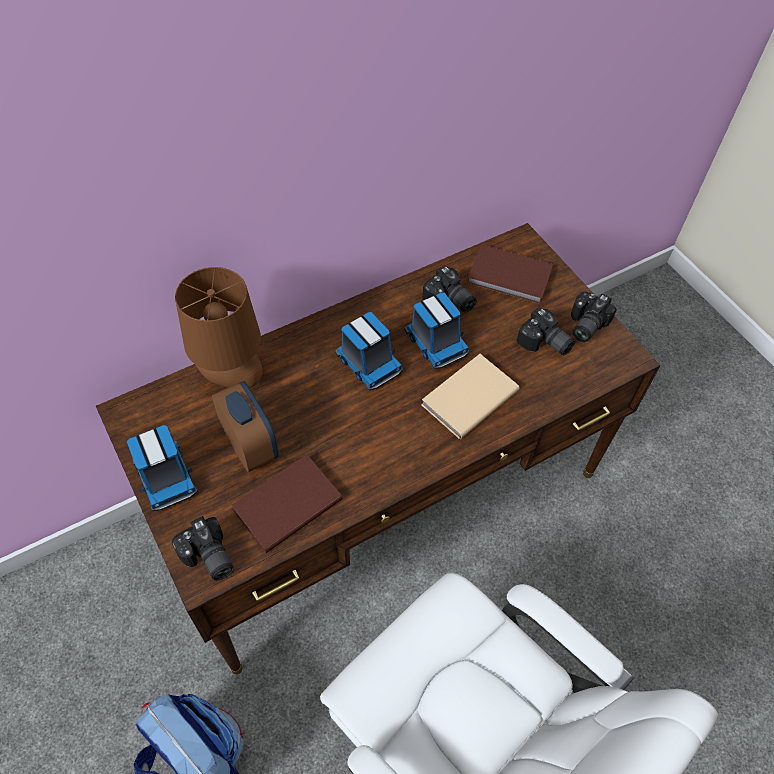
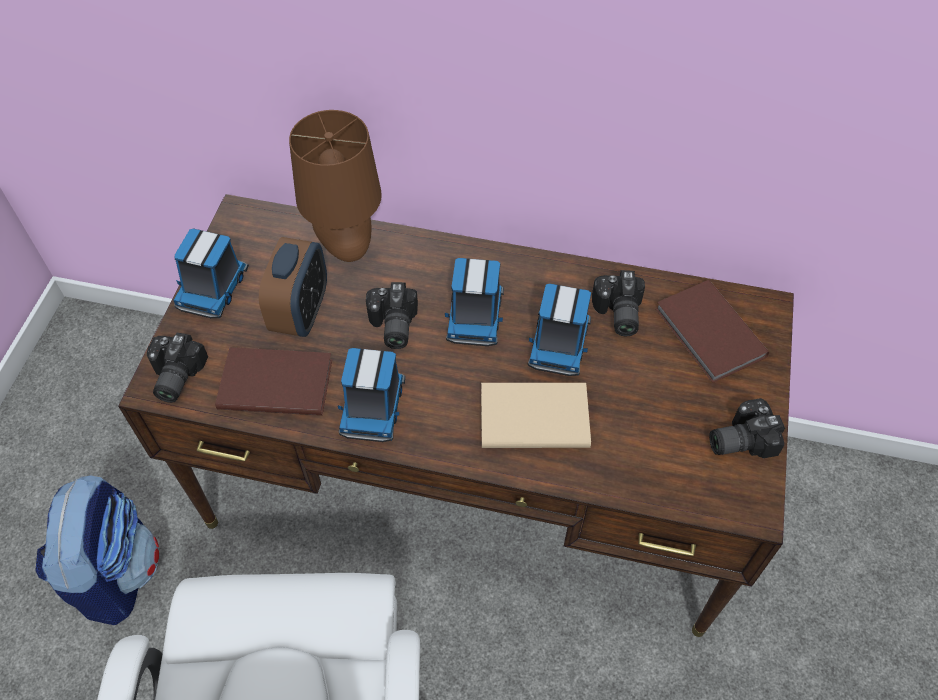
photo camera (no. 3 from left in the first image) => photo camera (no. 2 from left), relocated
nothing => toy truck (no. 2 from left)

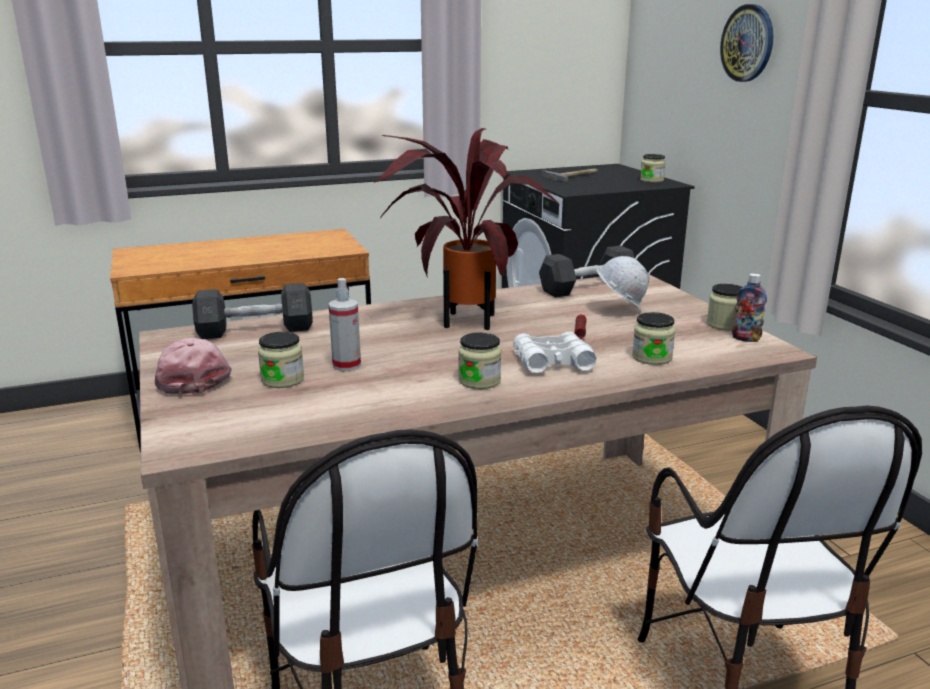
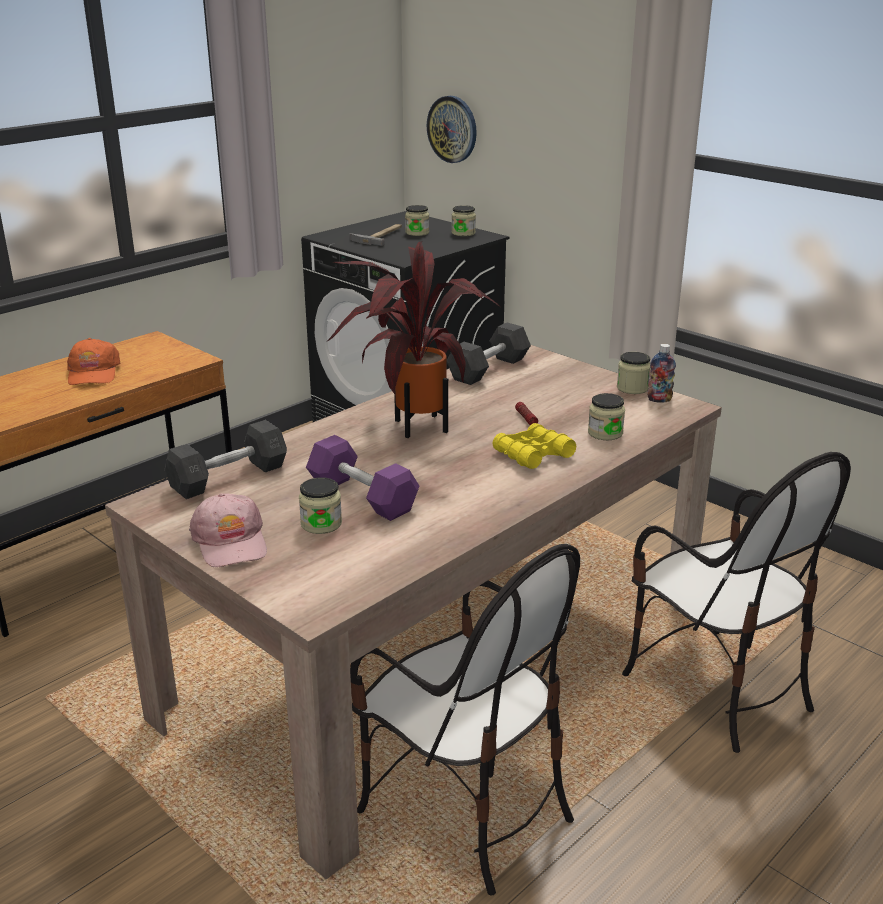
pink cap, 150 degrees counterclockwise
spray bottle => purple dumbbell
jar (no. 2 from left), relocated
white binoculars => yellow binoculars
white hard hat => nothing
wall clock, relocated
nothing => orange cap

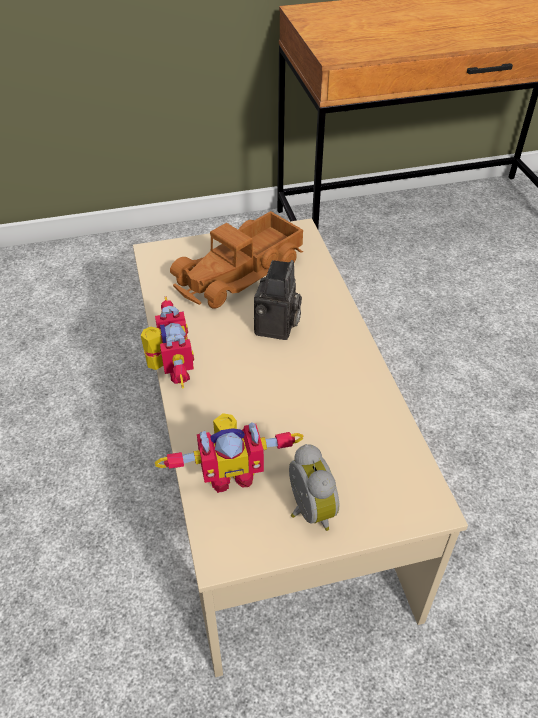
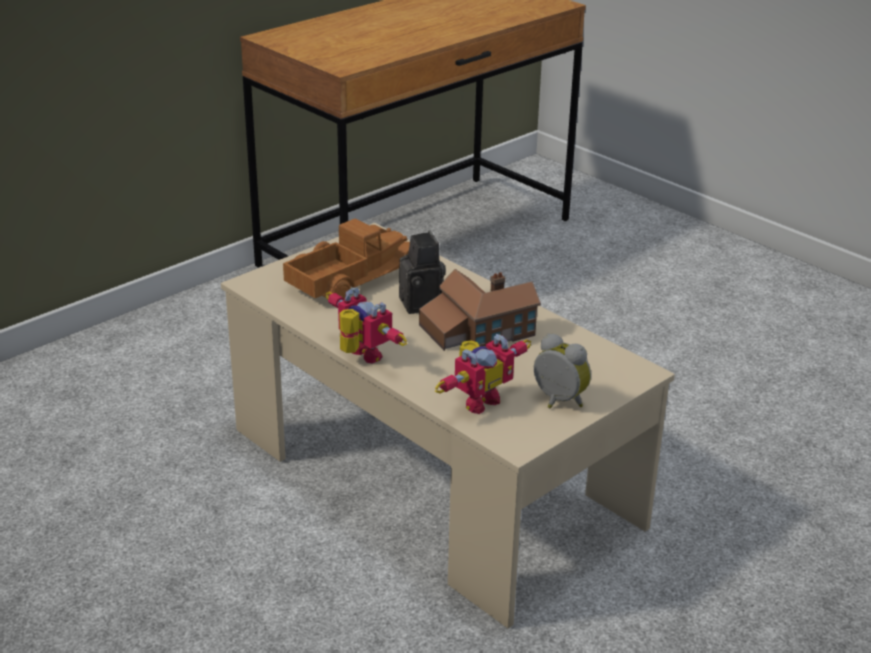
toy truck, 150 degrees counterclockwise
nothing => toy house

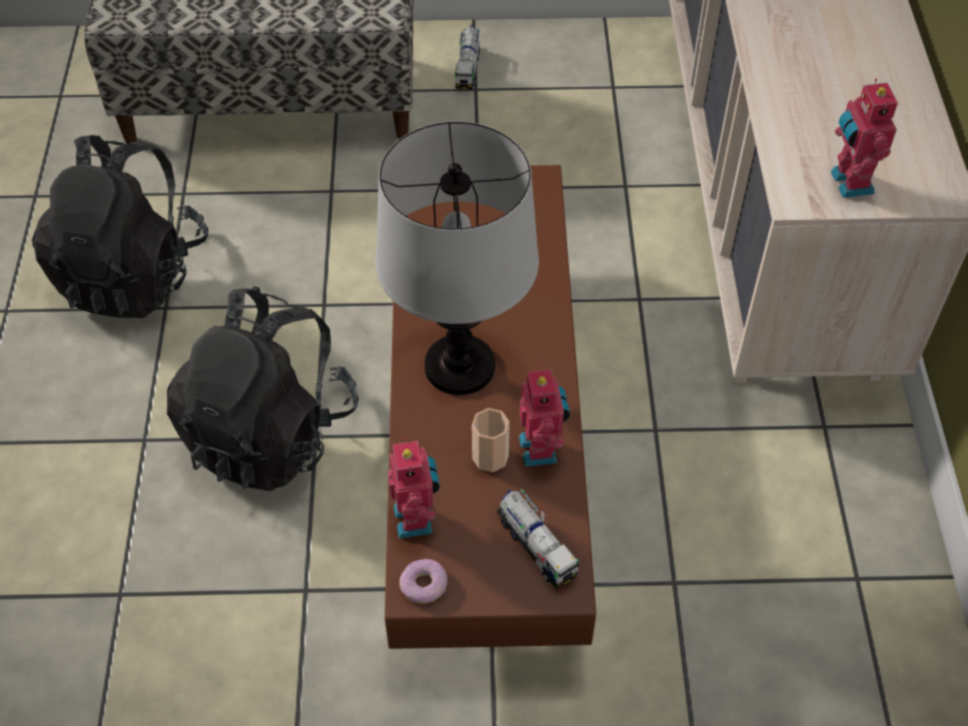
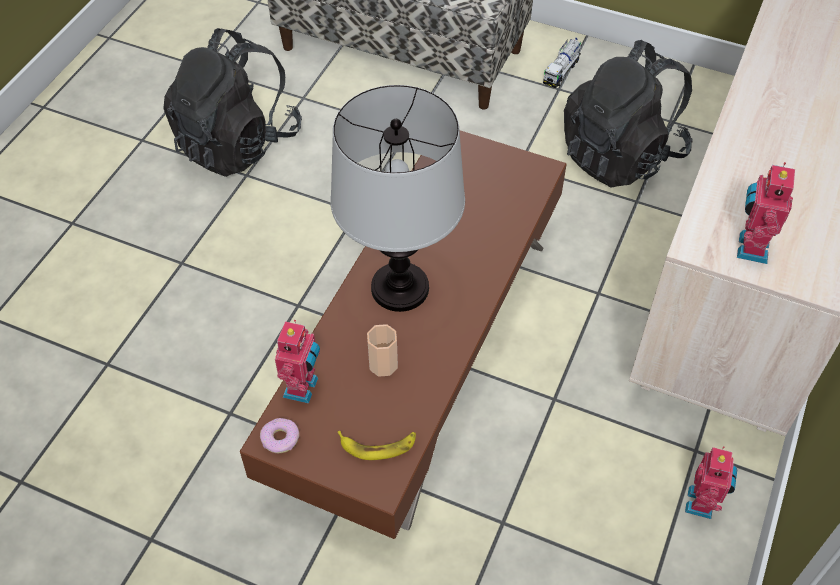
black backpack (no. 2 from left), relocated
toy truck (no. 2 from left) => banana
toy robot (no. 2 from left), relocated

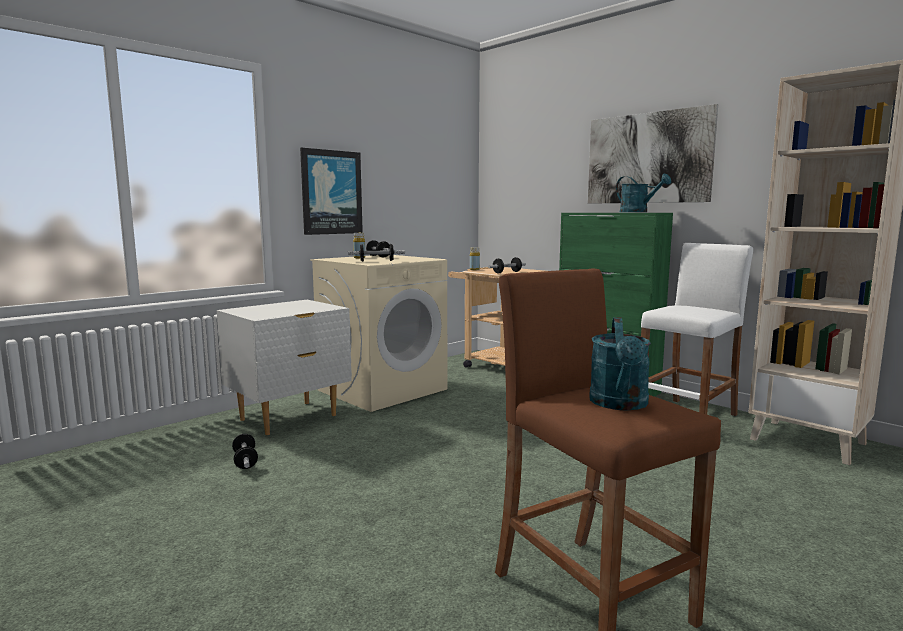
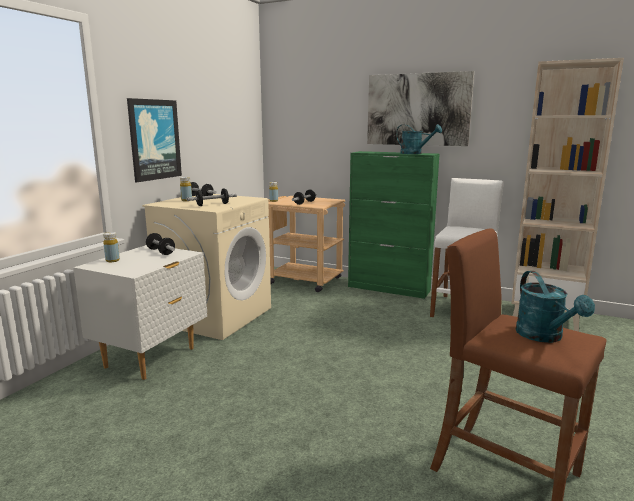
dumbbell (no. 1 from left), relocated
nothing => yellow bottle (no. 1 from left)

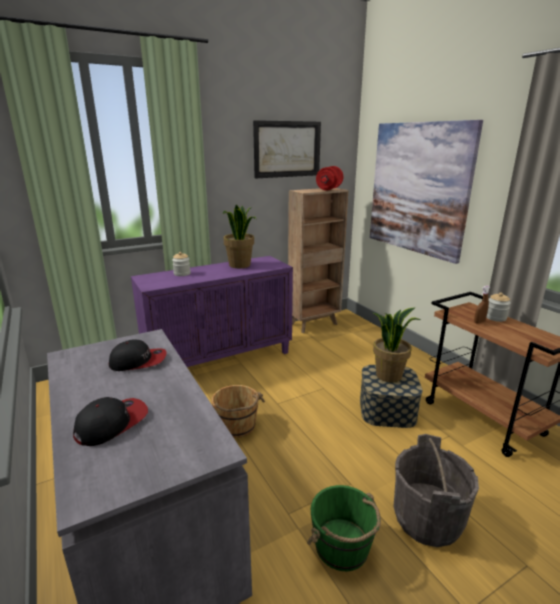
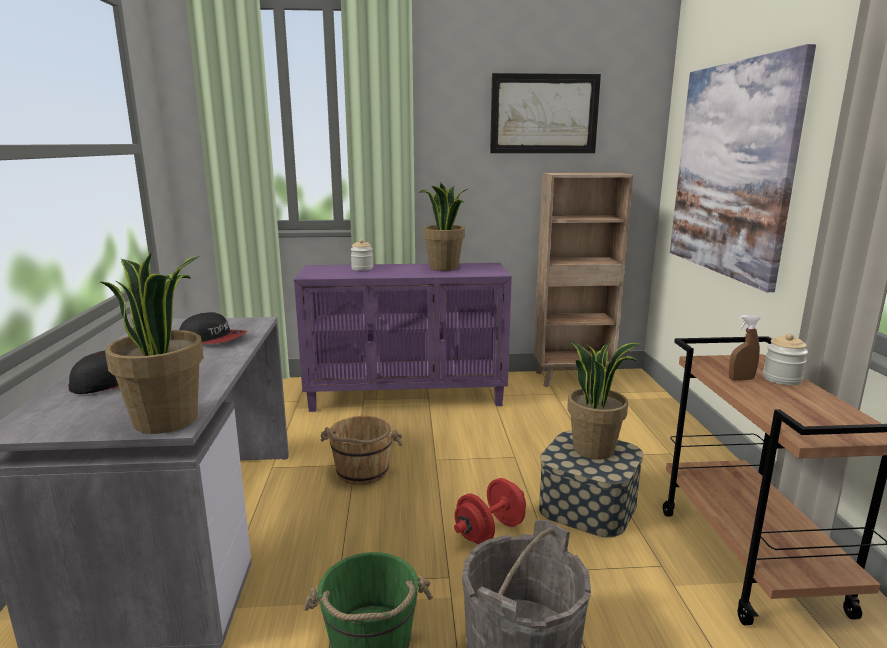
red dumbbell, relocated
nothing => potted plant (no. 1 from left)

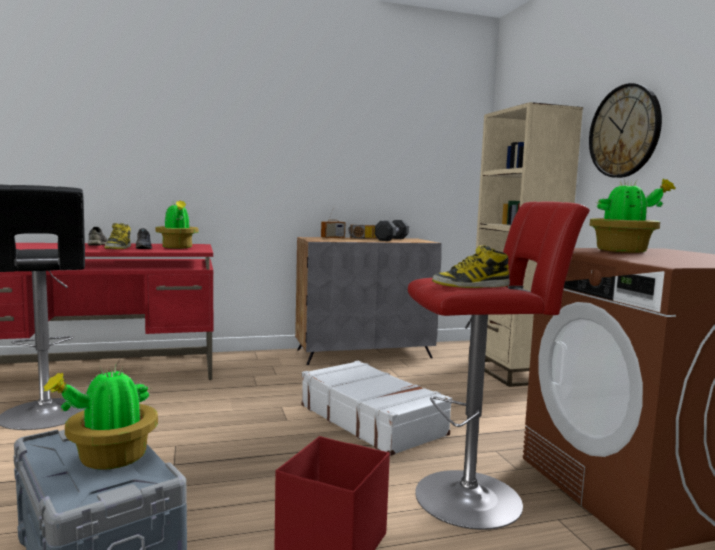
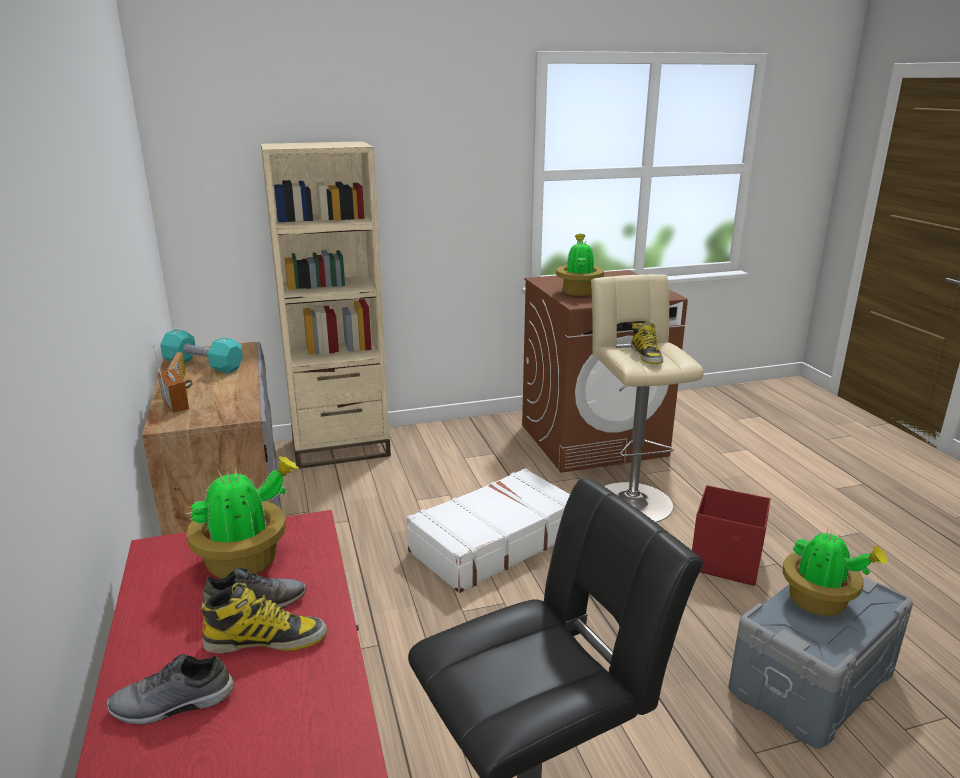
black dumbbell => turquoise dumbbell
red stool => beige stool
wall clock => nothing

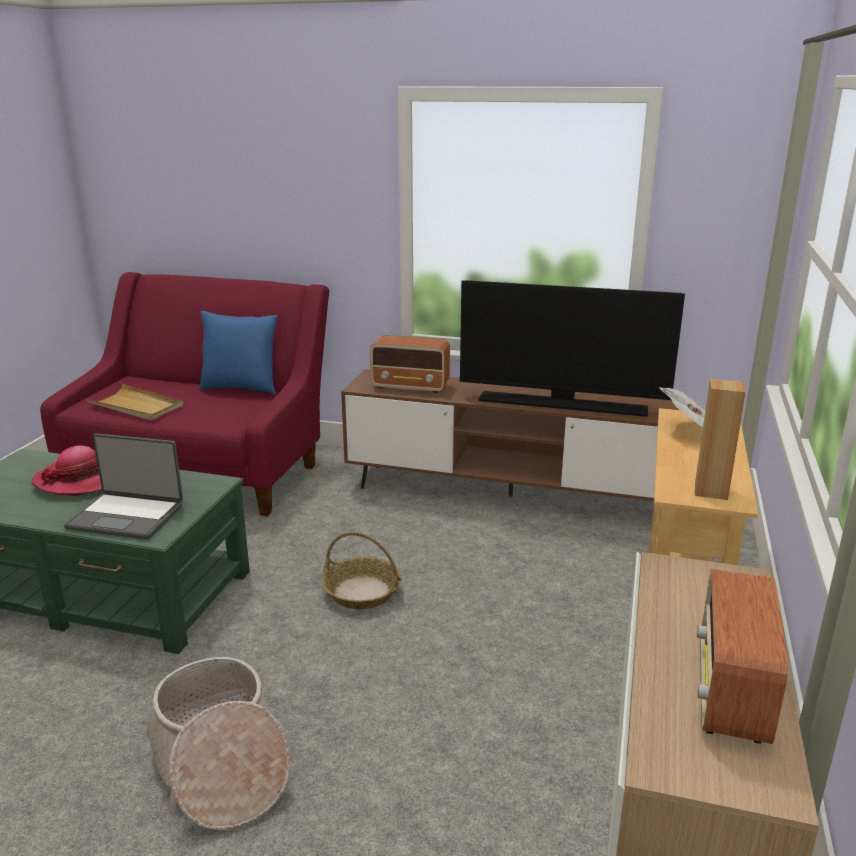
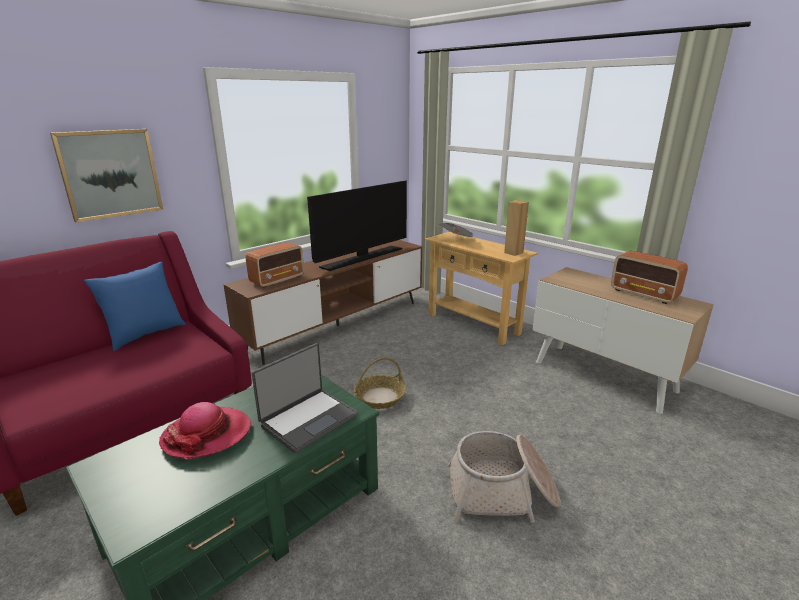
beige tray => nothing
nothing => picture

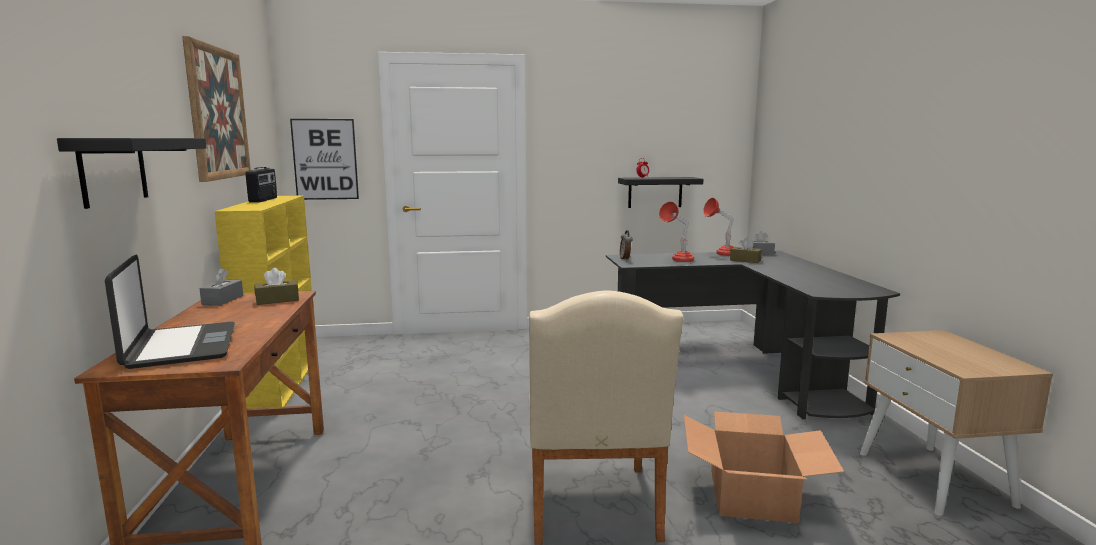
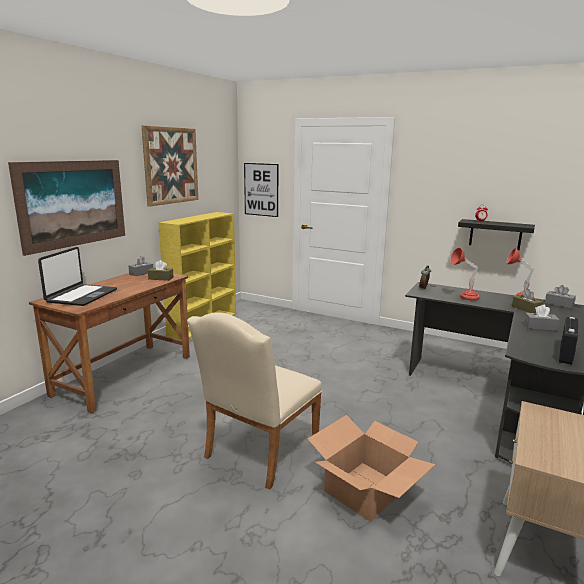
black shelf (no. 1 from left) => picture (no. 1 from left)
radio, relocated
nothing => grey tissue box (no. 2 from left)

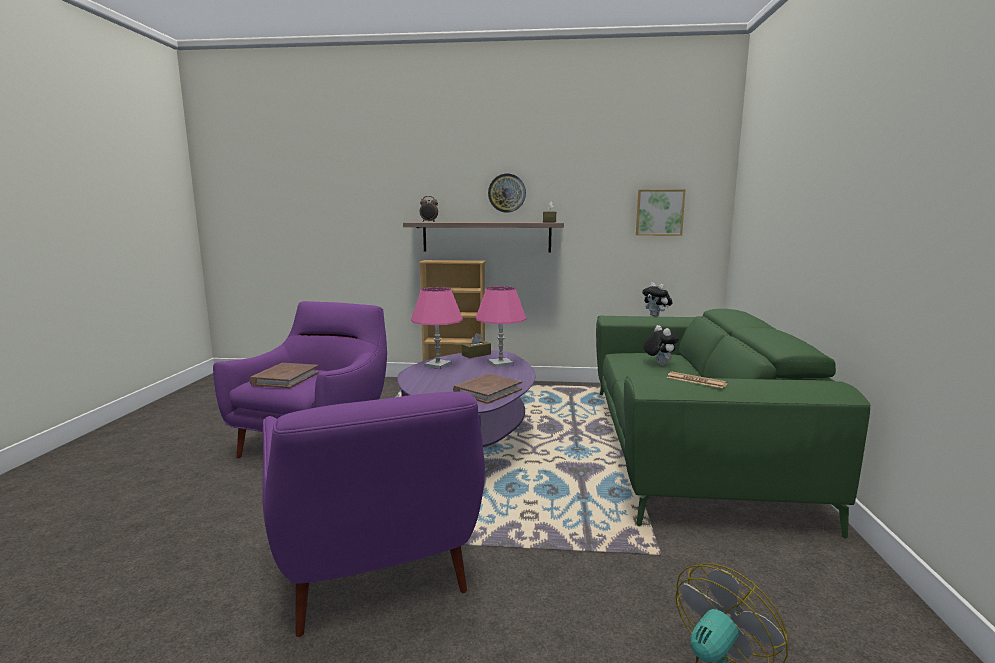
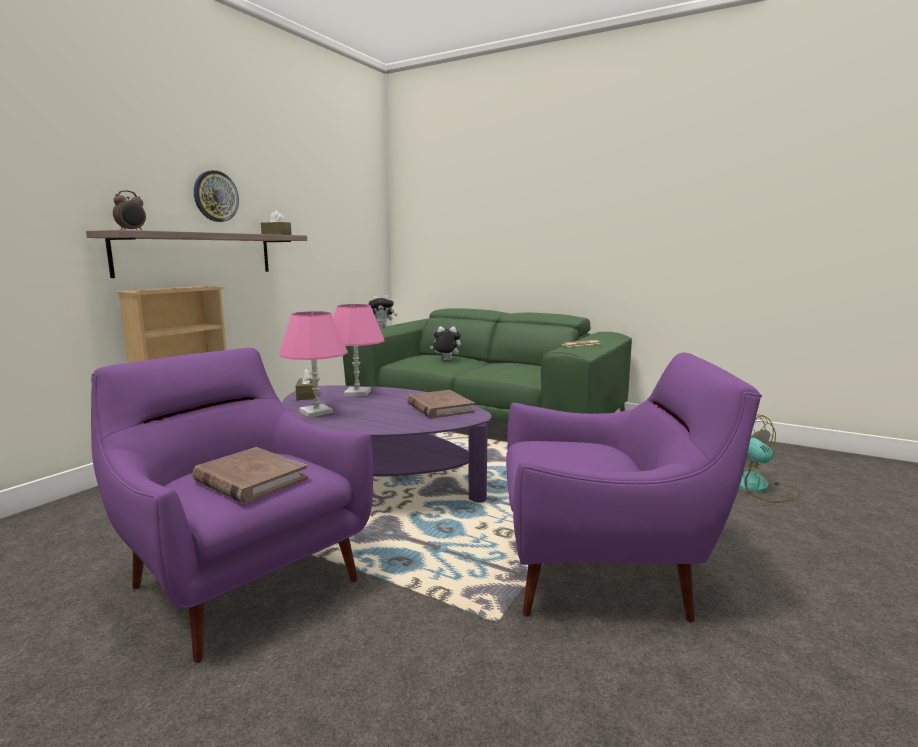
picture => nothing

